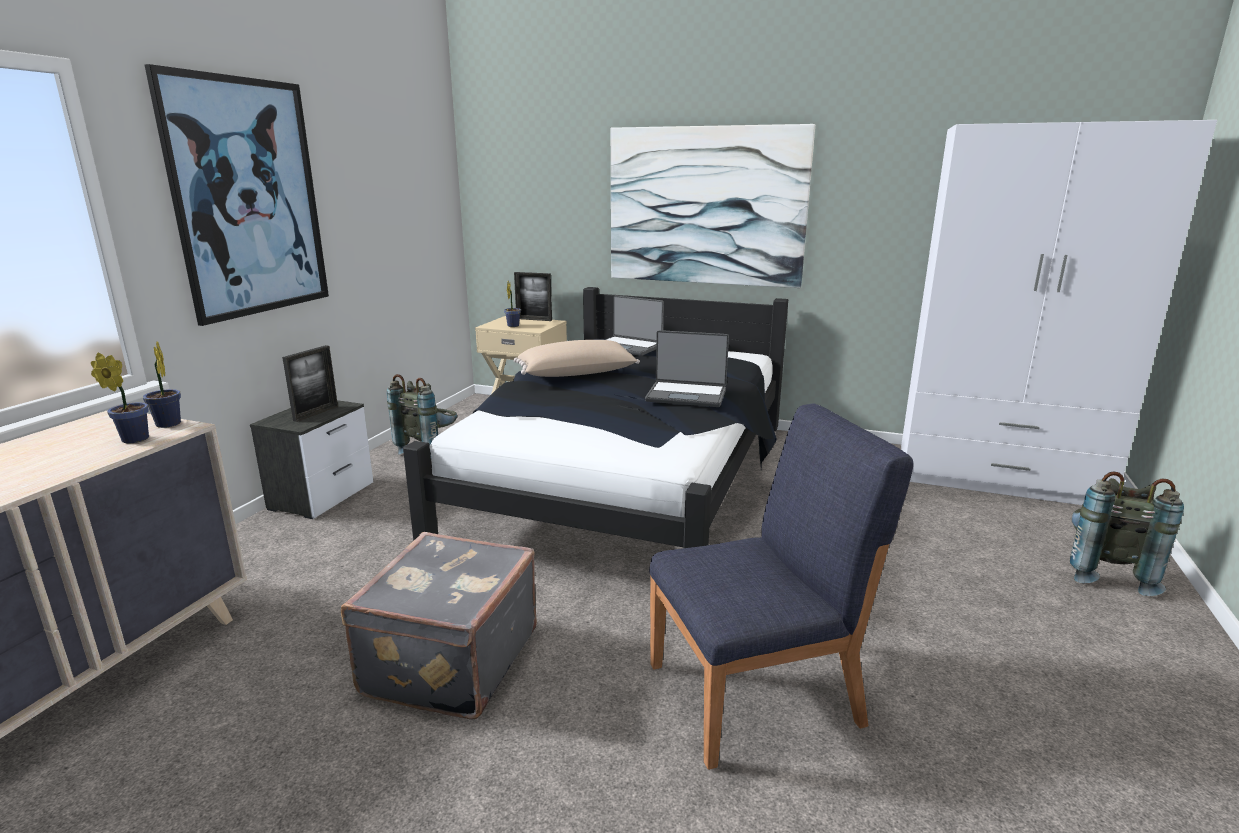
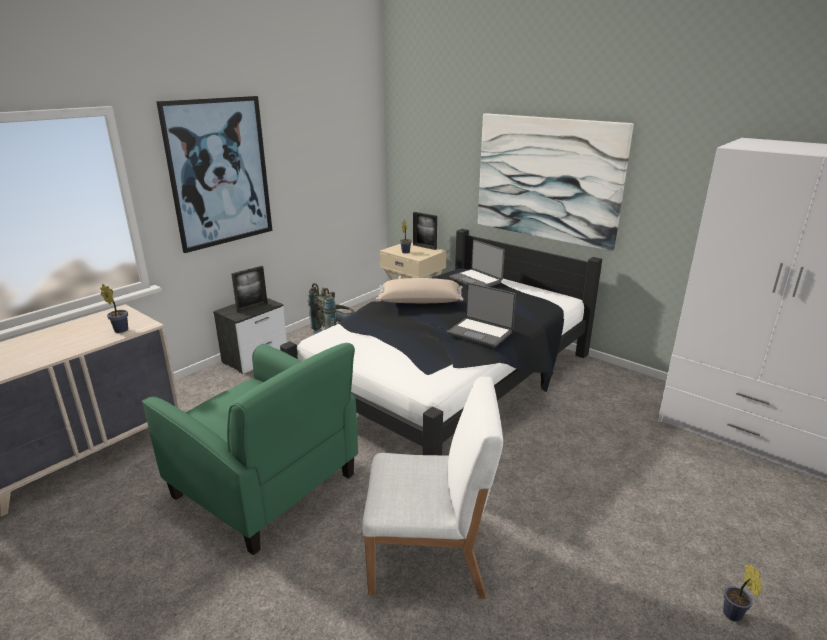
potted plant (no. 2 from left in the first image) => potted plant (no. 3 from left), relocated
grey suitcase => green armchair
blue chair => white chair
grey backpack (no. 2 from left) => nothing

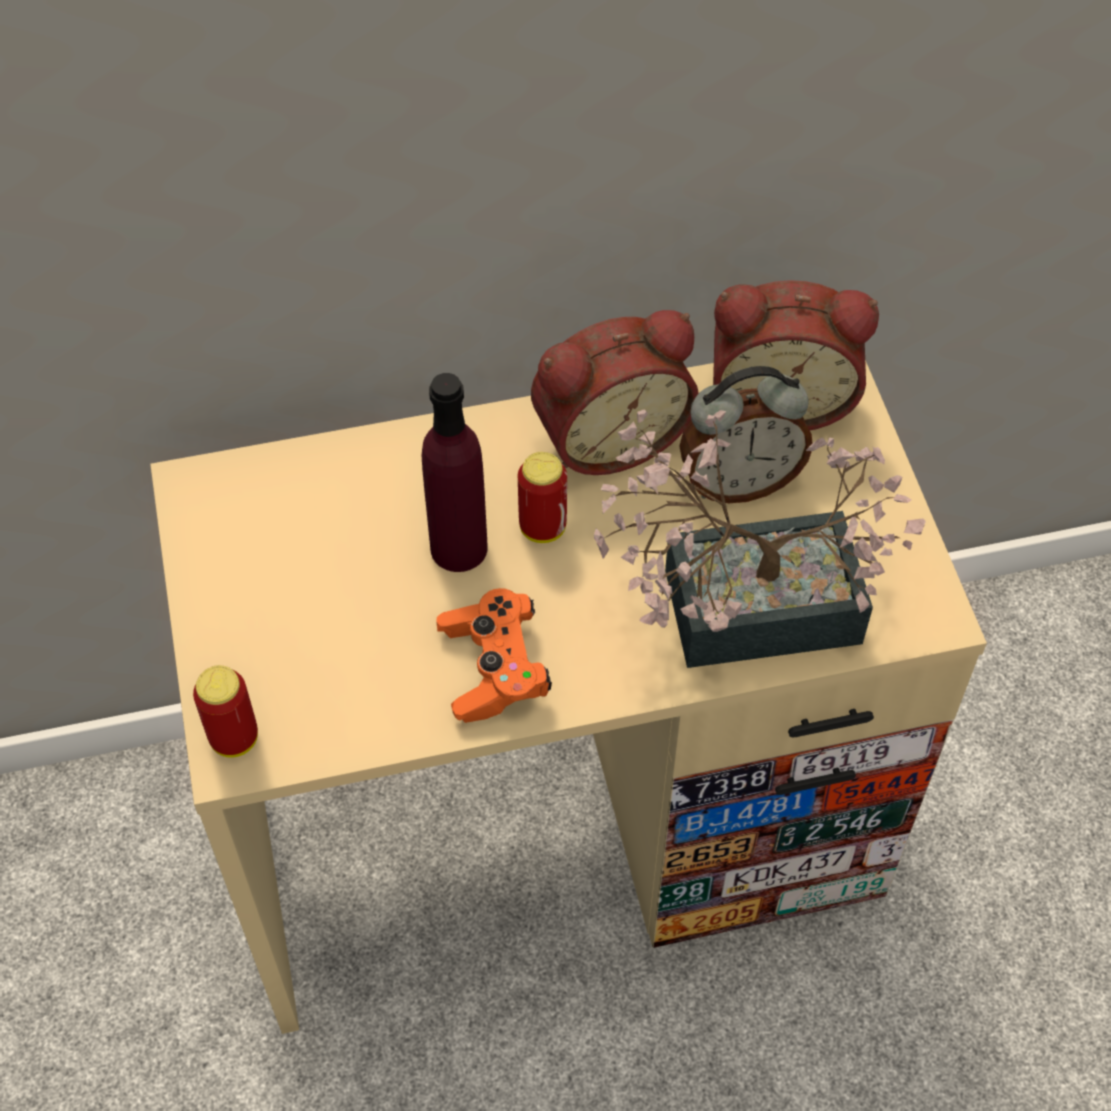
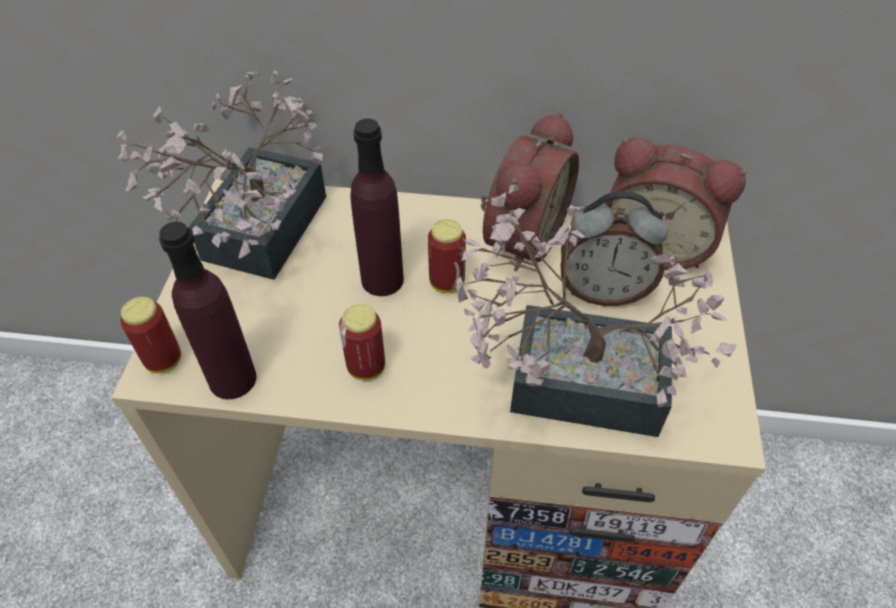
orange game controller => can (no. 2 from left)
alarm clock (no. 1 from left), 60 degrees counterclockwise
nothing => potted plant (no. 1 from left)
nothing => purple bottle (no. 1 from left)

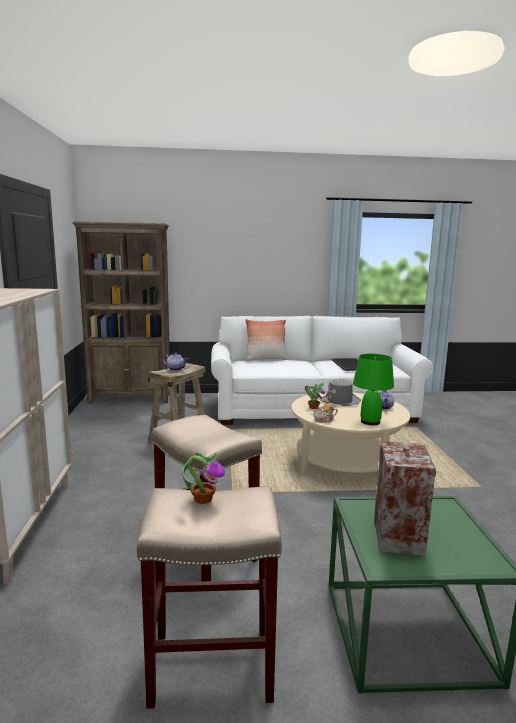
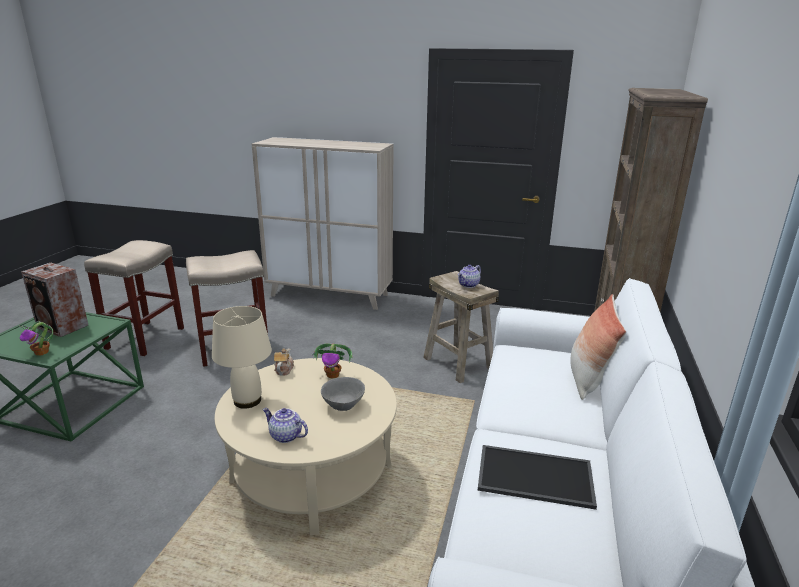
potted plant (no. 1 from left), relocated
grey hat => grey bowl
green table lamp => beige table lamp

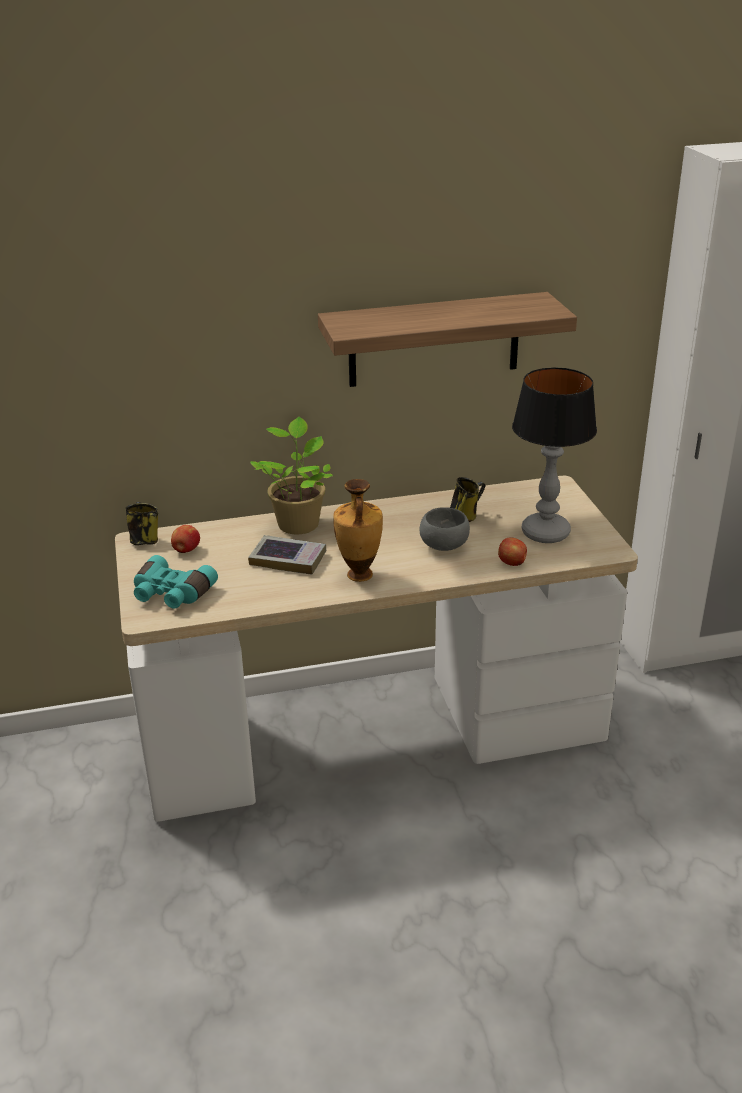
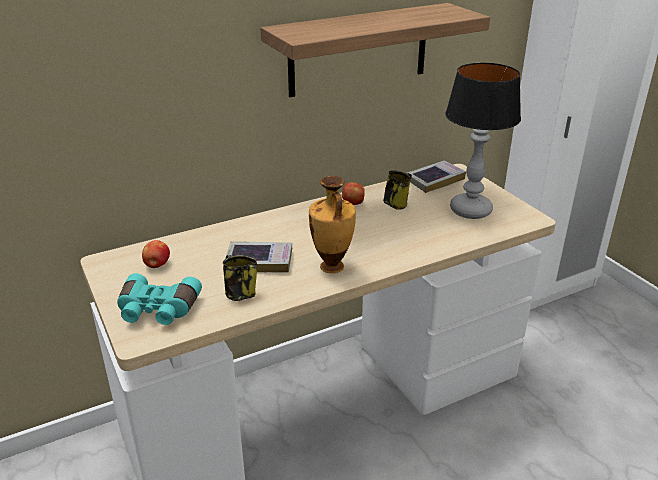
mug (no. 1 from left), relocated
potted plant => nothing
grey bowl => nothing
apple (no. 2 from left), relocated
nothing => book (no. 2 from left)

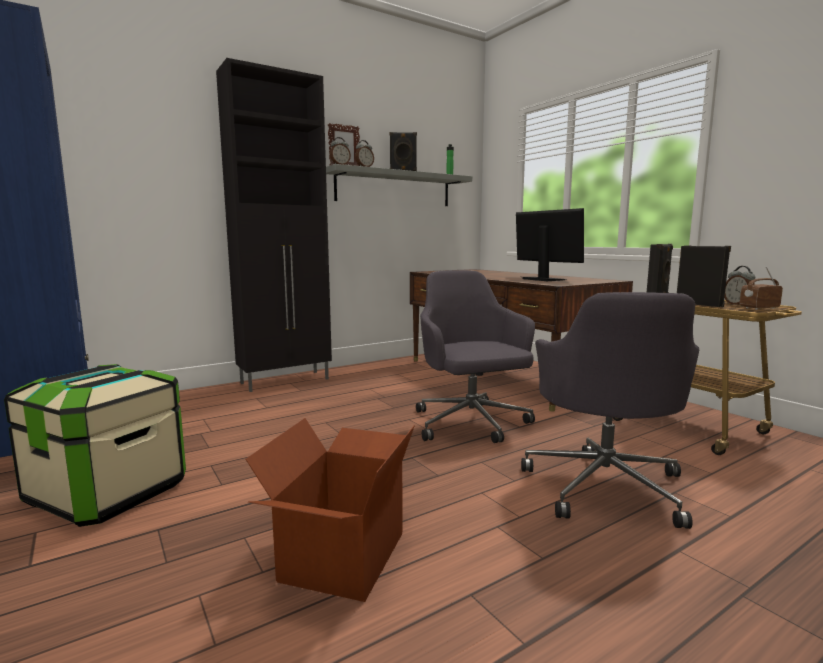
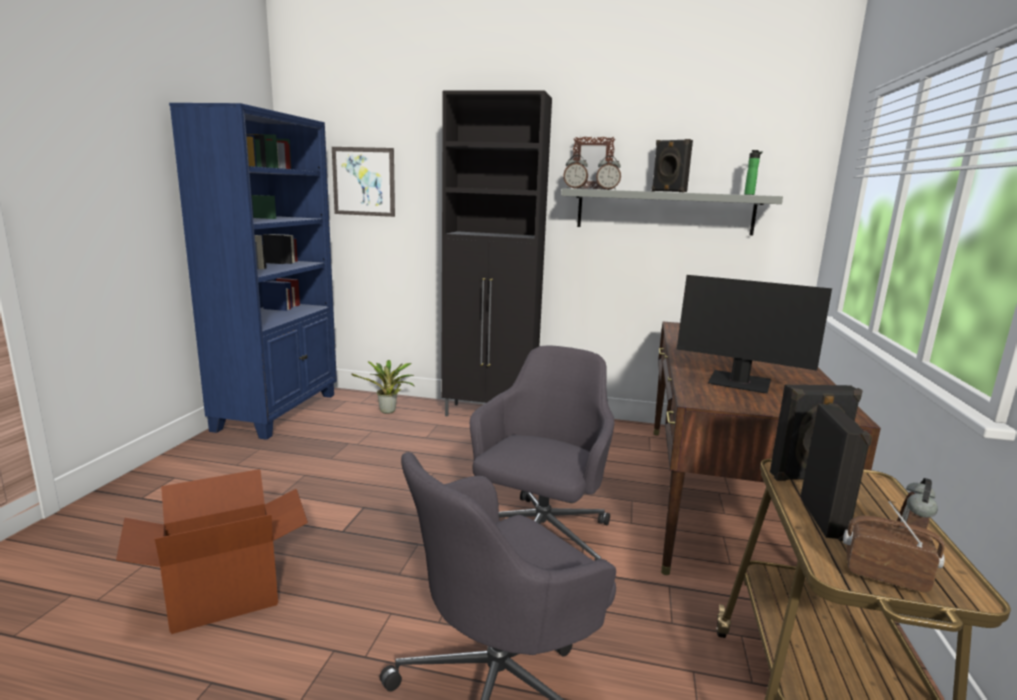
storage box => nothing
monitor, 105 degrees clockwise
nothing => picture
nothing => potted plant

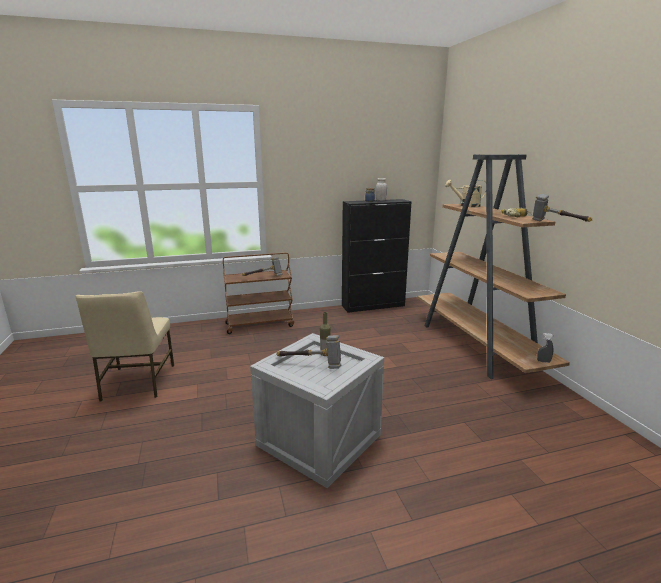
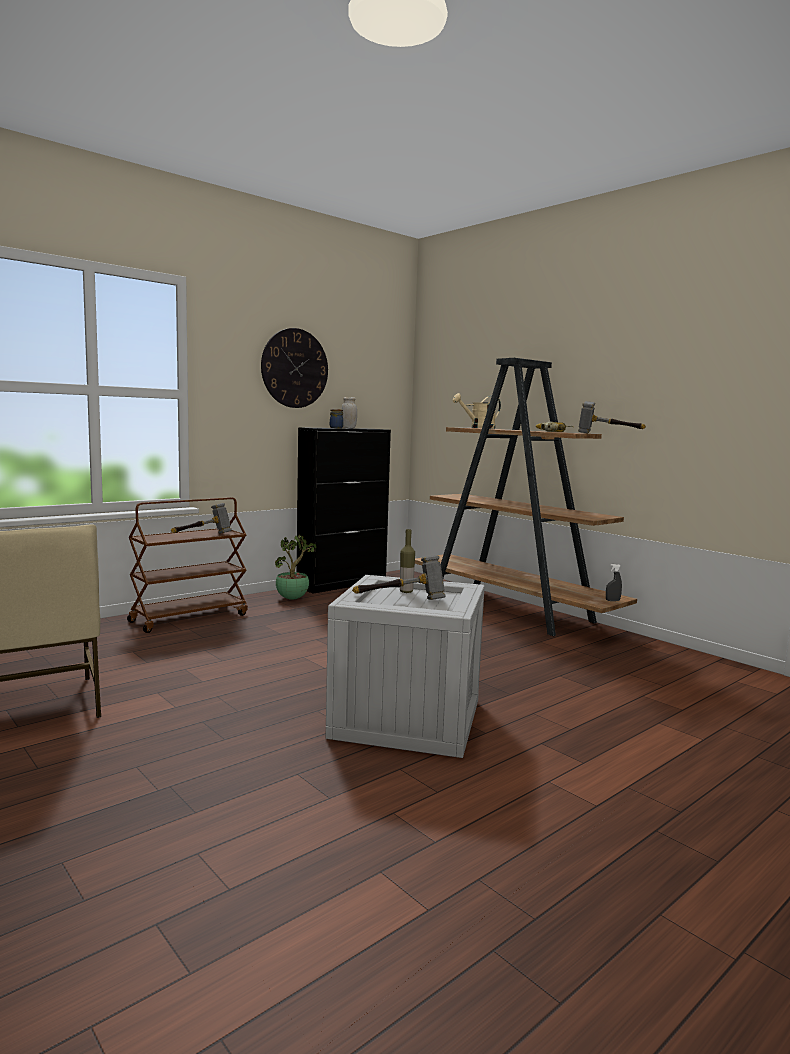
nothing => wall clock
nothing => potted plant

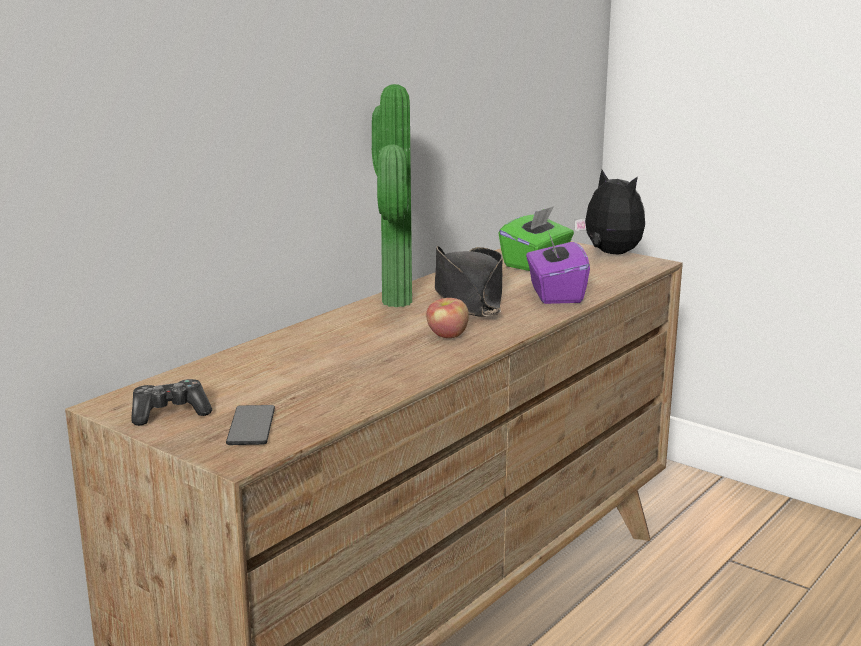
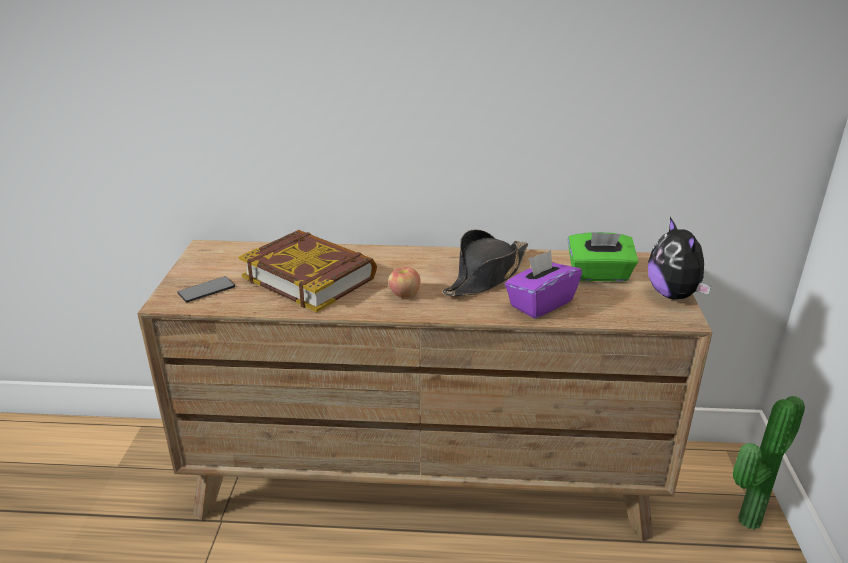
game controller => nothing
potted plant, relocated
plush toy, 150 degrees clockwise
nothing => book

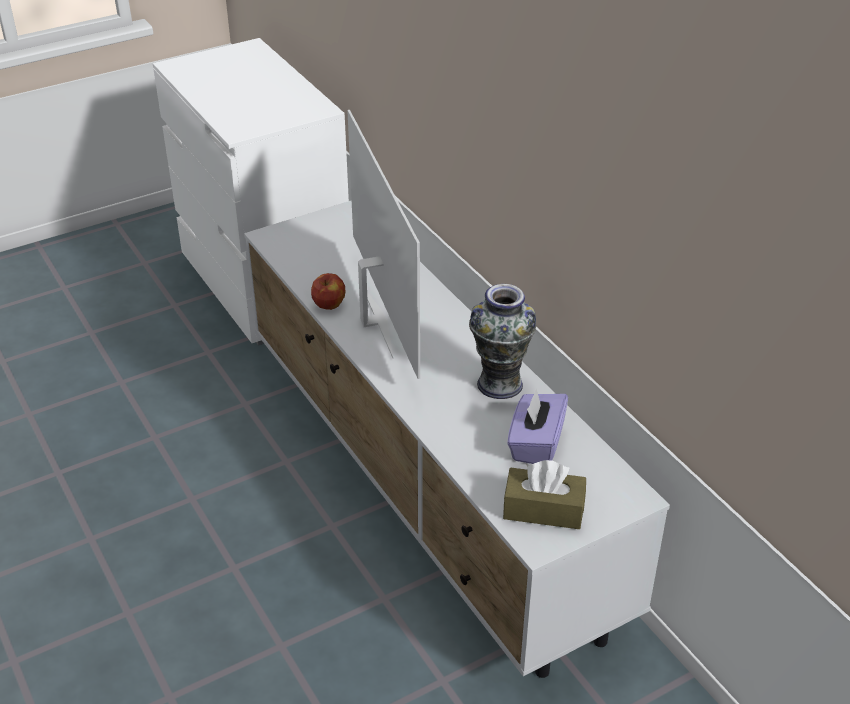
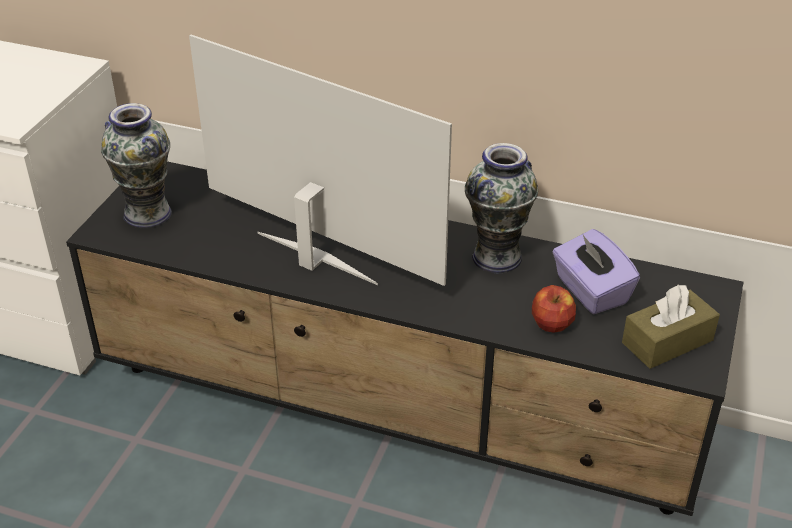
white tv stand => black tv stand
apple, relocated
nothing => vase (no. 1 from left)

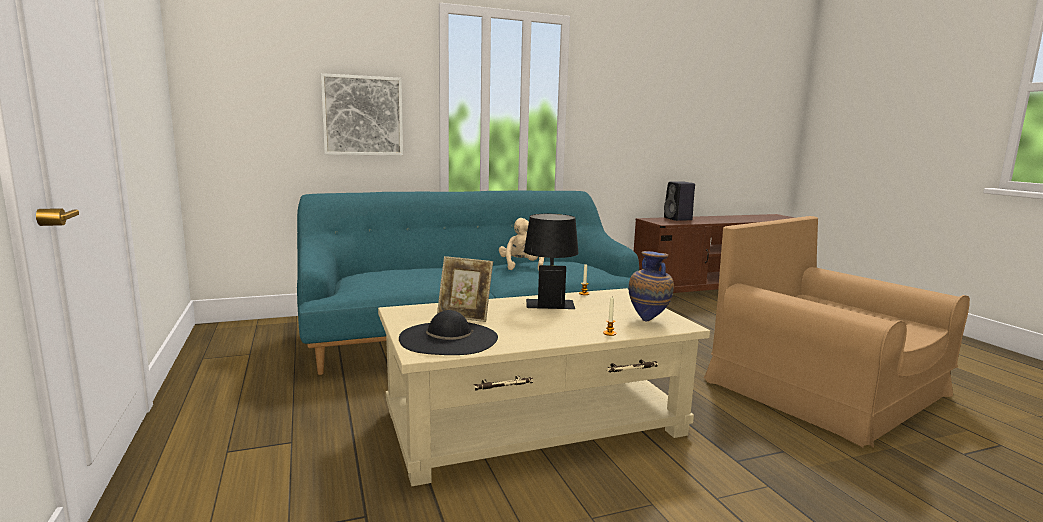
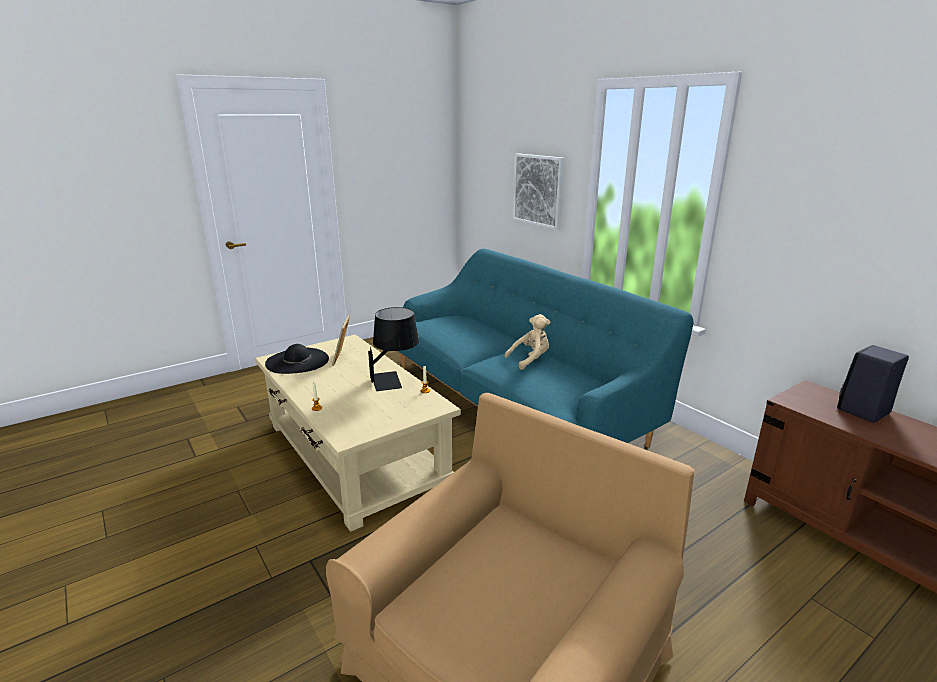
vase => nothing

